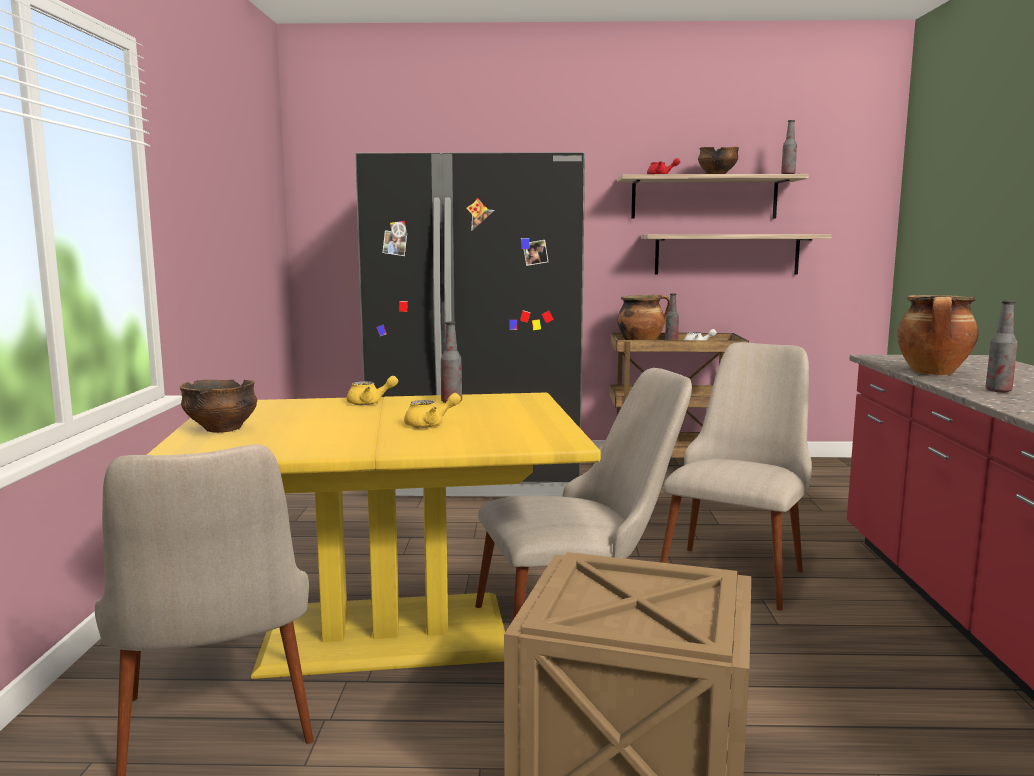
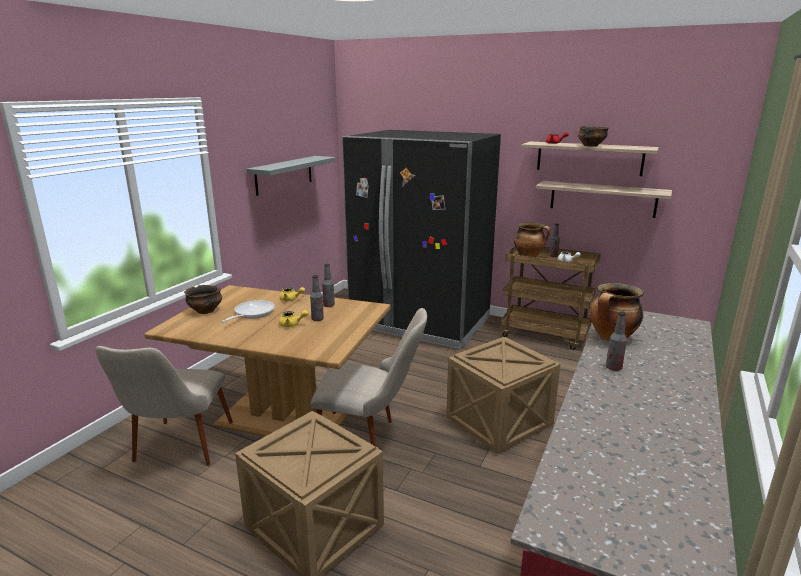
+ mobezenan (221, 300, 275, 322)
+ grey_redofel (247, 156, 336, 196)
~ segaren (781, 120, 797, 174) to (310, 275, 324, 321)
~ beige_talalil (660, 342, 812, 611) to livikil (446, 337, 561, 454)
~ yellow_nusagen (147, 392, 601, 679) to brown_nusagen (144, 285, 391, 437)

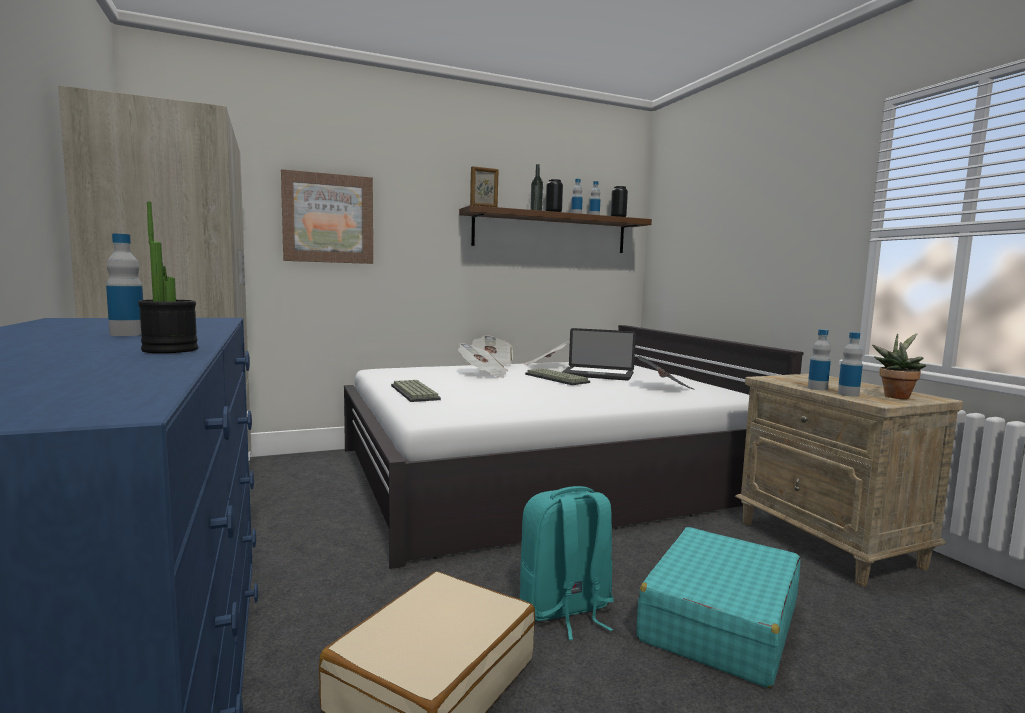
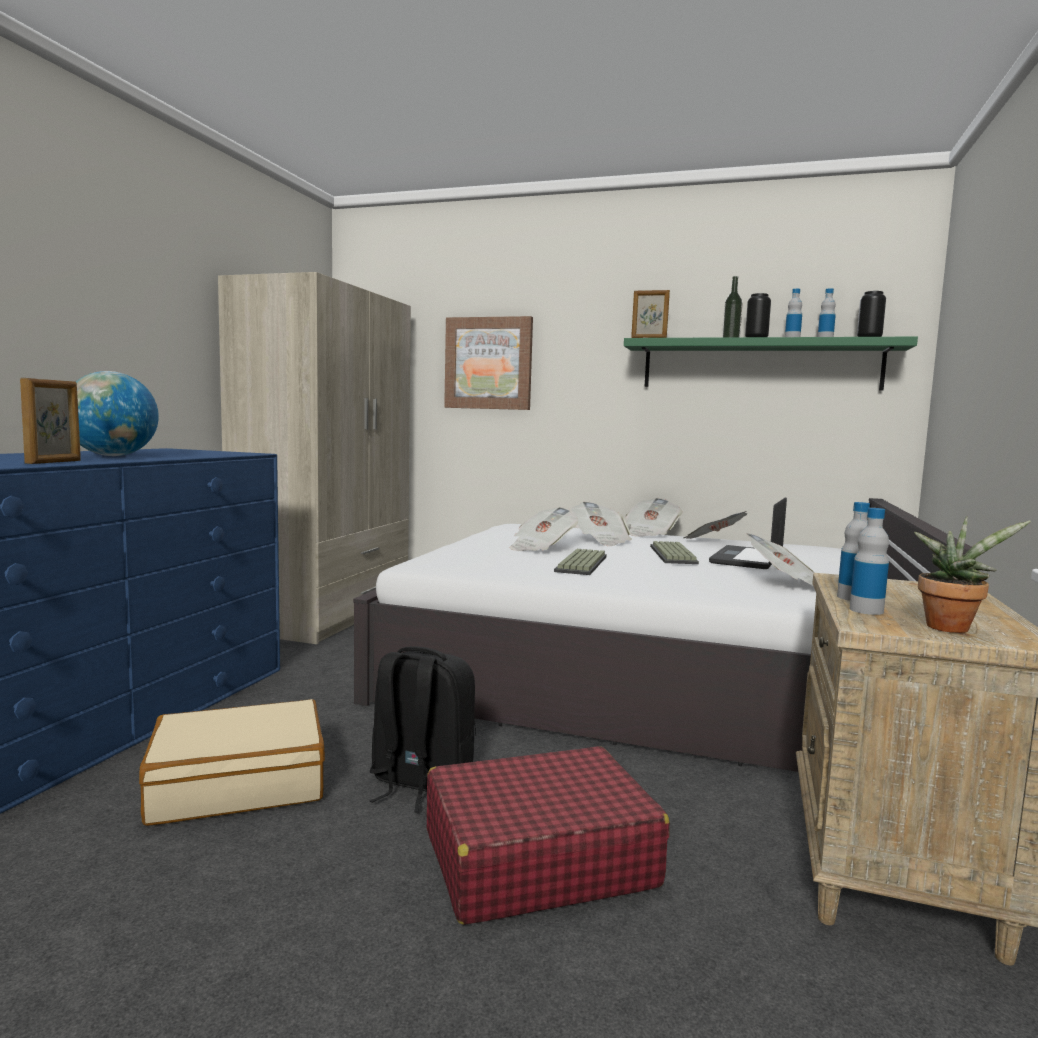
+ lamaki (510, 507, 578, 551)
~ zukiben (391, 380, 441, 402) to (554, 549, 607, 575)
~ segaren (106, 234, 143, 336) to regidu (76, 371, 159, 456)
~ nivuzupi (138, 201, 198, 353) to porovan (20, 378, 81, 464)
~ brown_redofel (459, 205, 652, 253) to green_redofel (624, 337, 918, 390)
~ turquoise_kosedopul (520, 486, 614, 640) to black_kosedopul (369, 646, 476, 812)
~ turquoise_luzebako (637, 527, 800, 688) to red_luzebako (427, 746, 670, 925)
~ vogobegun (562, 328, 636, 380) = (709, 497, 787, 569) 60 degrees clockwise

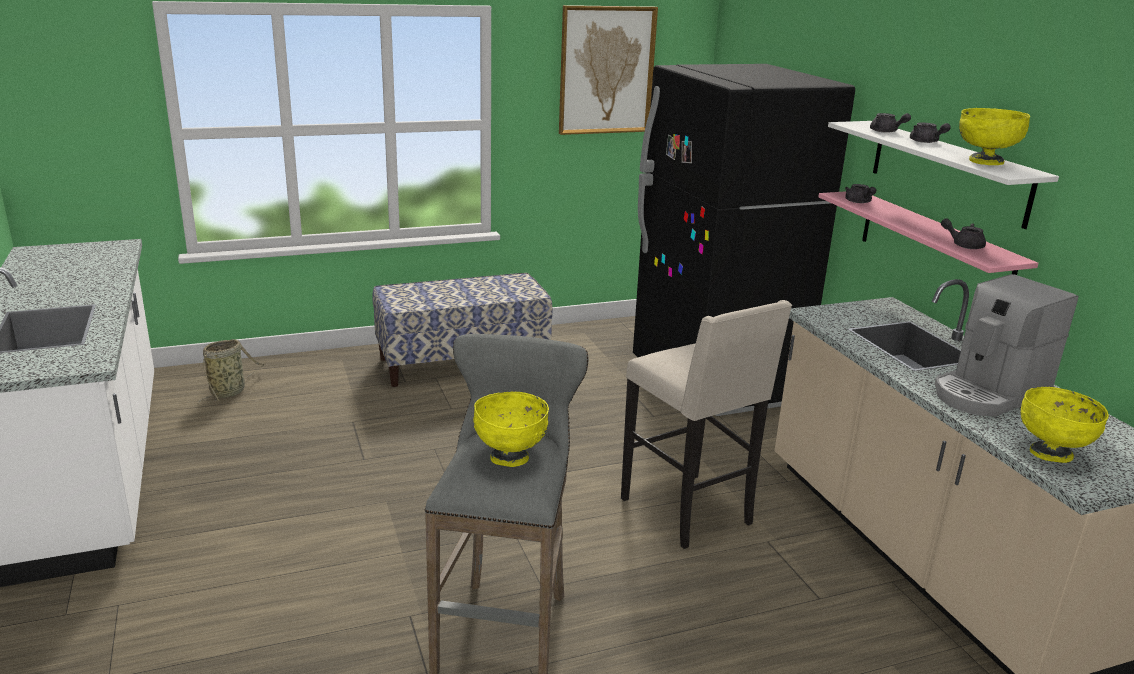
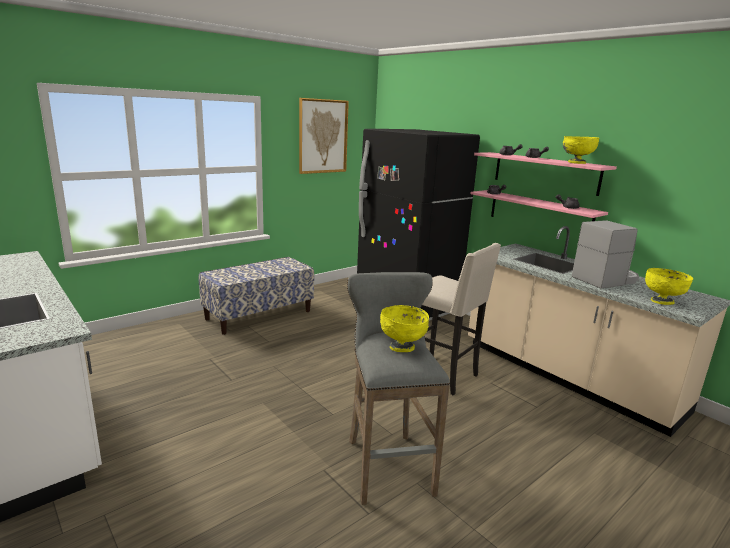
- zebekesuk (198, 339, 265, 404)
~ white_redofel (828, 121, 1059, 229) to pink_redofel (474, 152, 617, 196)
~ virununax (935, 274, 1078, 417) = (572, 220, 639, 288) 150 degrees counterclockwise

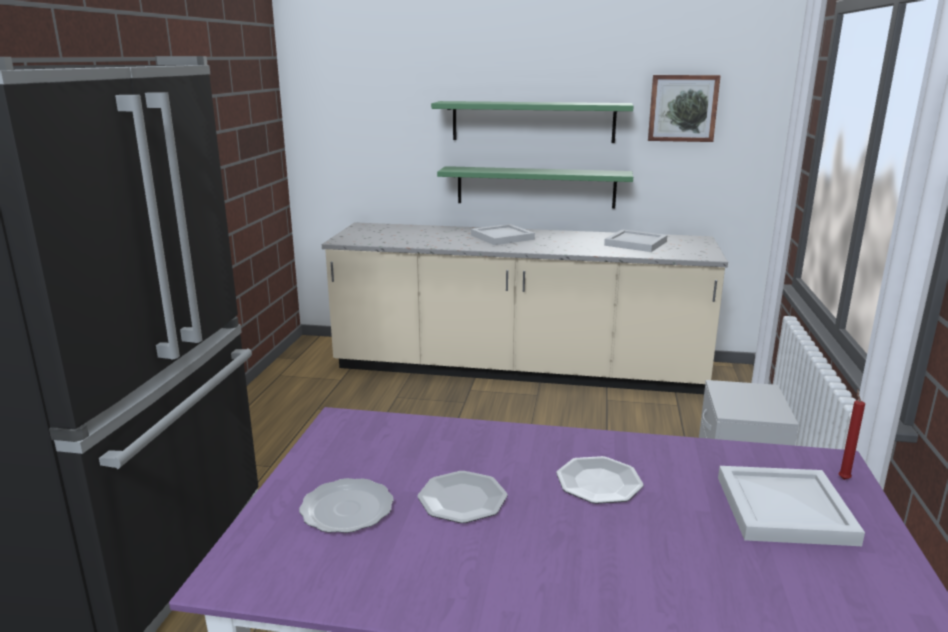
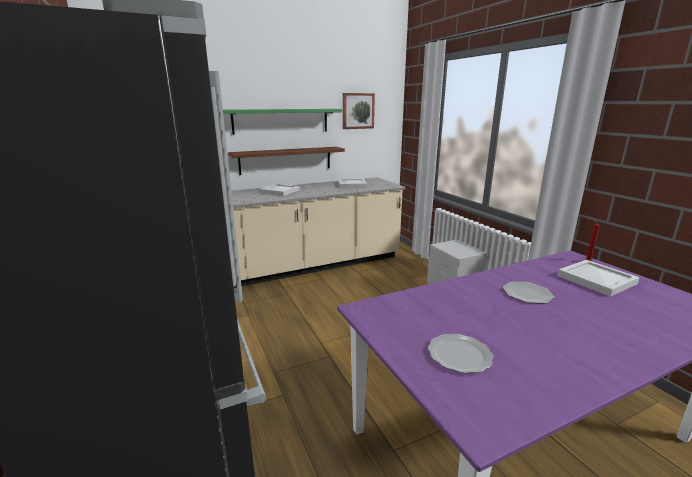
- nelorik (418, 471, 508, 523)
~ green_redofel (437, 166, 633, 208) to brown_redofel (228, 147, 345, 175)

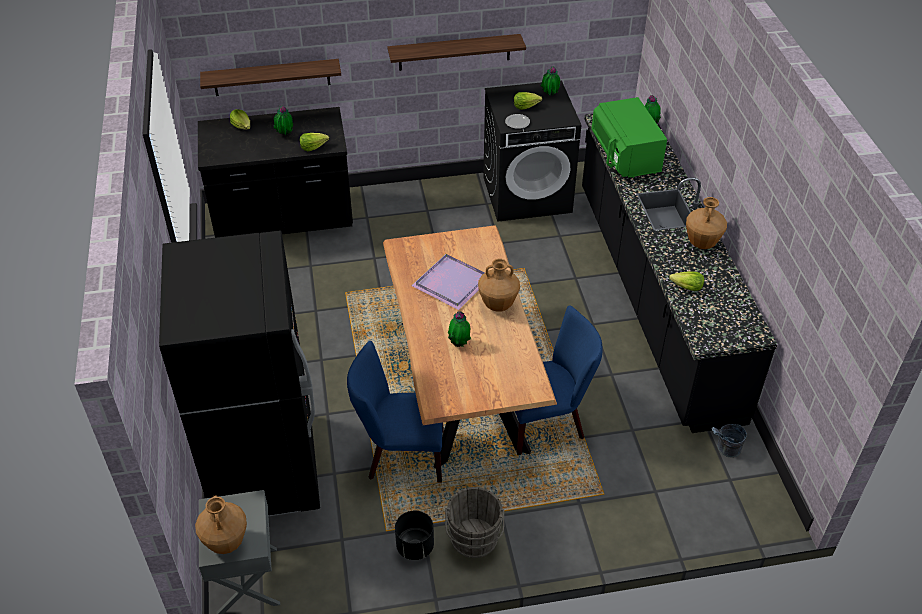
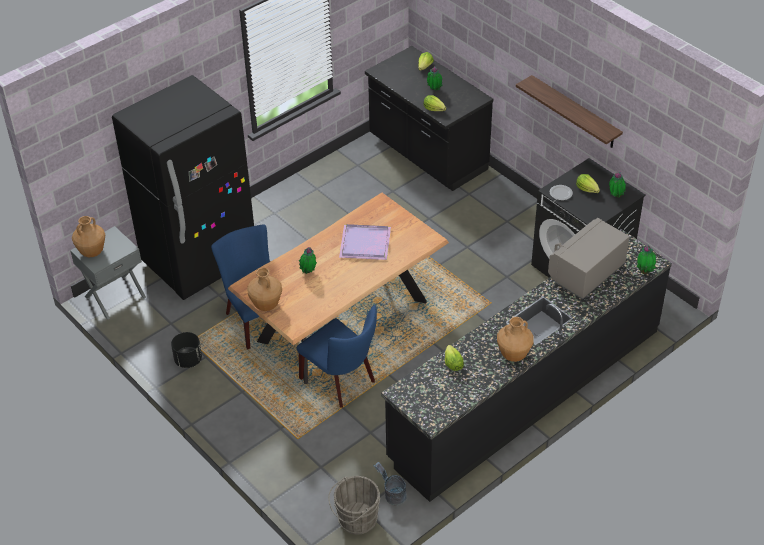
- redofel (200, 59, 341, 96)
~ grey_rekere (445, 487, 504, 558) to (328, 476, 381, 535)
~ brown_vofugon (478, 259, 520, 312) to (247, 268, 282, 311)
~ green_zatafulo (591, 97, 667, 178) to grey_zatafulo (548, 218, 630, 300)

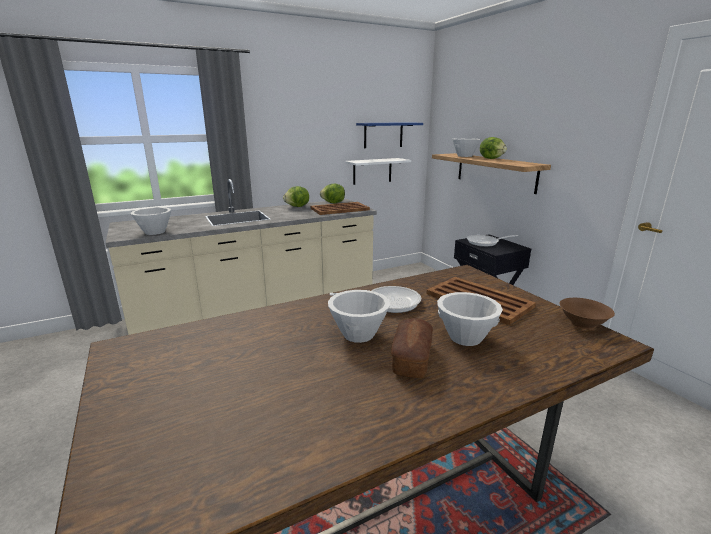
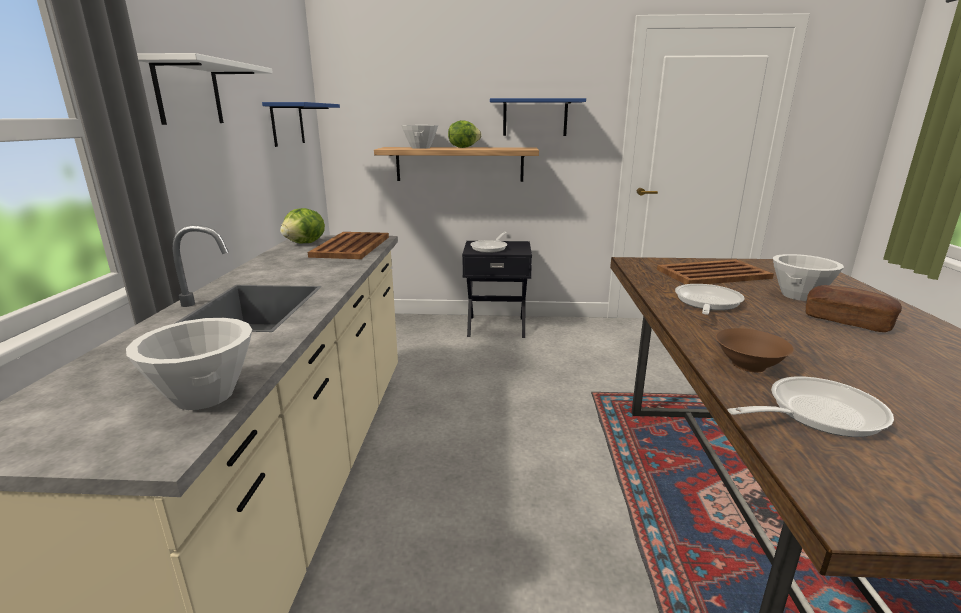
- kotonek (283, 186, 309, 207)
- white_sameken (328, 290, 390, 343)
+ blue_redofel (490, 98, 586, 136)
+ mobezenan (728, 376, 894, 437)
~ white_redofel (345, 158, 411, 185) to (137, 53, 273, 125)
~ brown_sameken (559, 298, 615, 329) to (716, 328, 794, 372)

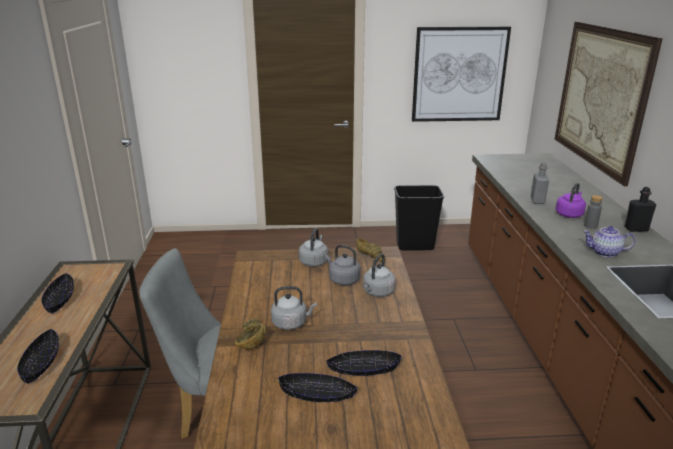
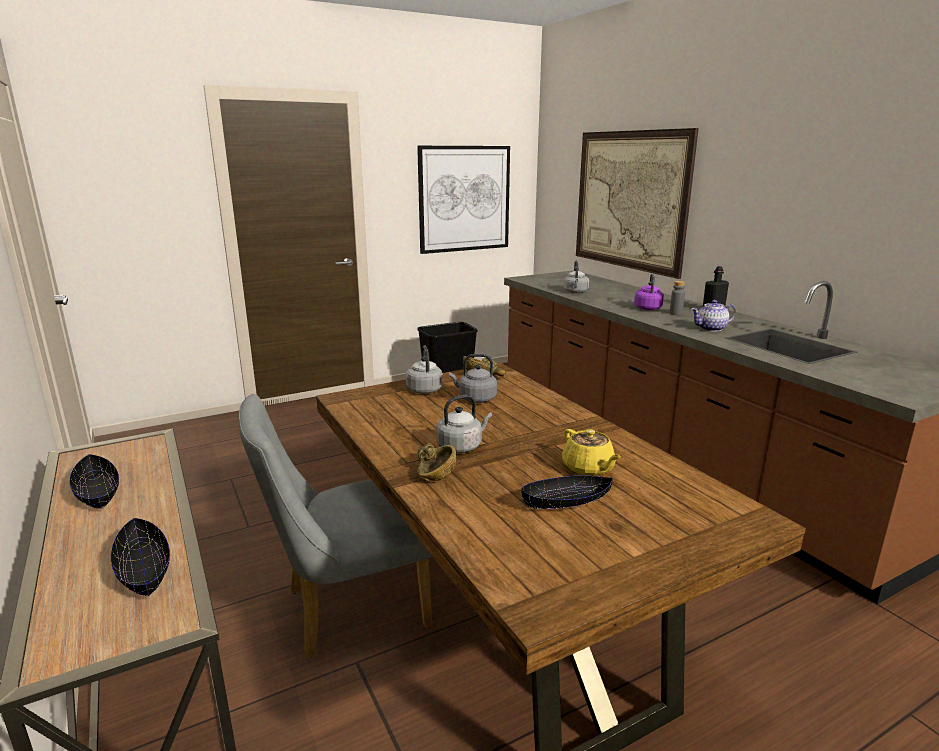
- grey_segaren (530, 162, 549, 204)
~ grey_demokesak (363, 254, 396, 297) to (564, 260, 589, 293)
~ black_sameken (326, 350, 402, 376) to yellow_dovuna (562, 429, 621, 476)

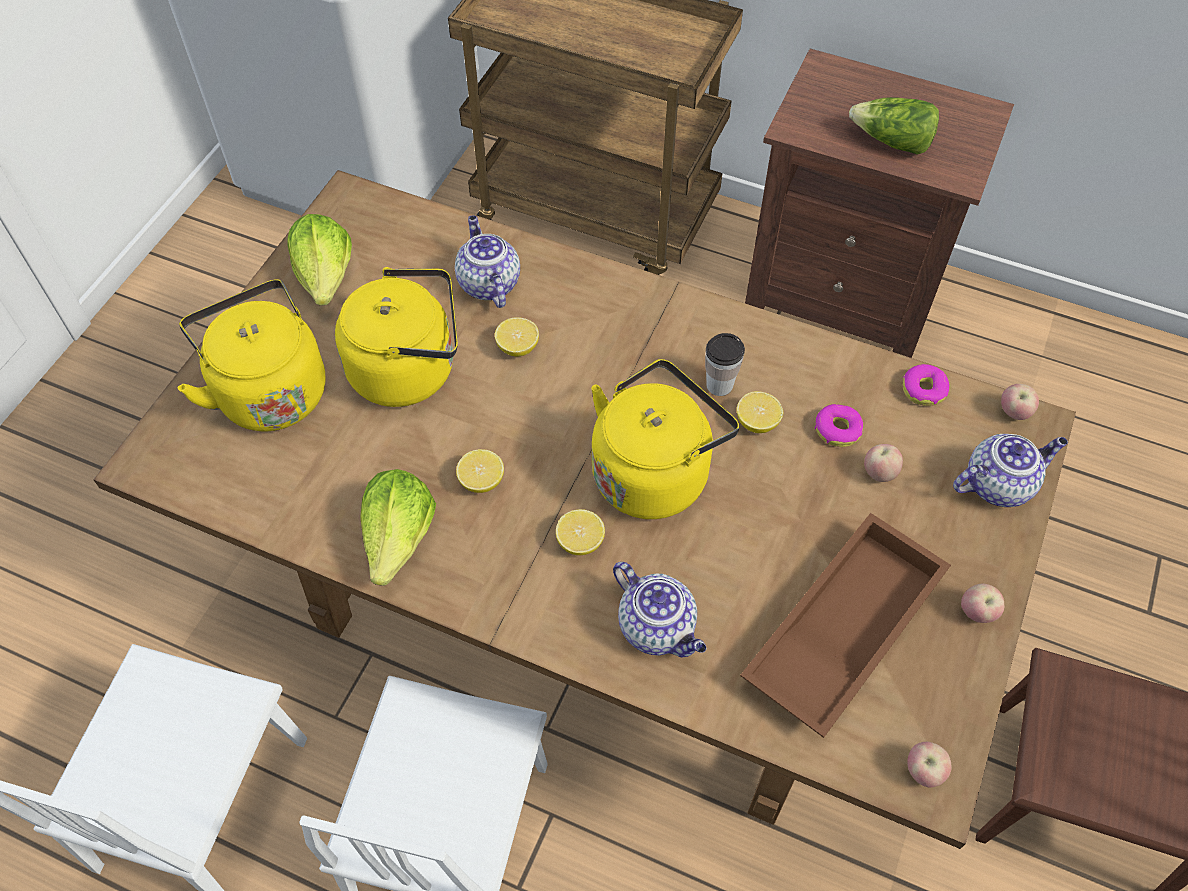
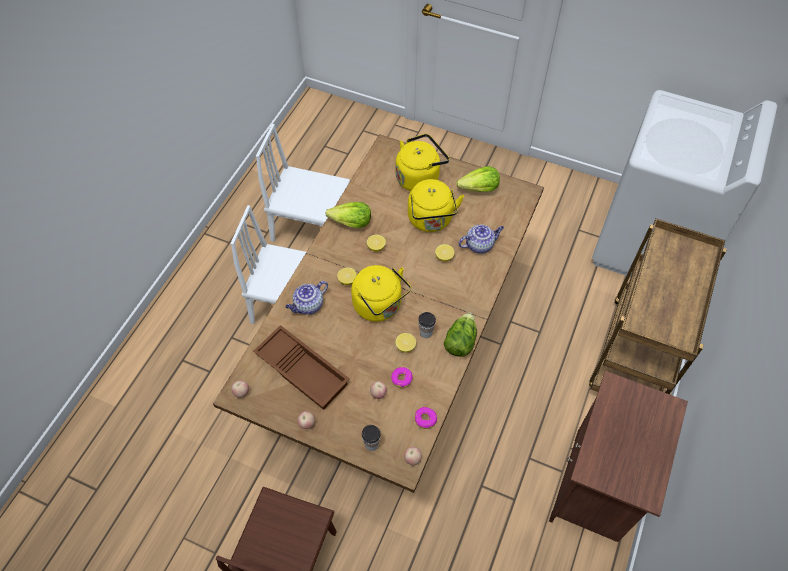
~ kotonek (849, 97, 939, 155) to (444, 312, 477, 357)
~ dovuna (953, 434, 1068, 507) to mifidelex (362, 425, 381, 451)

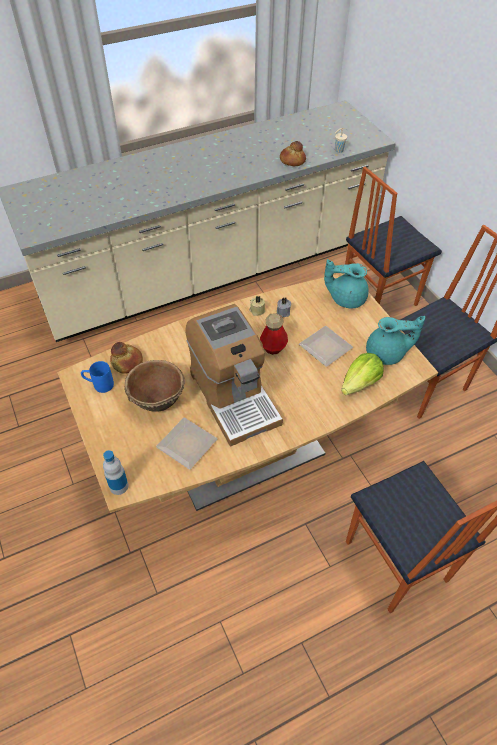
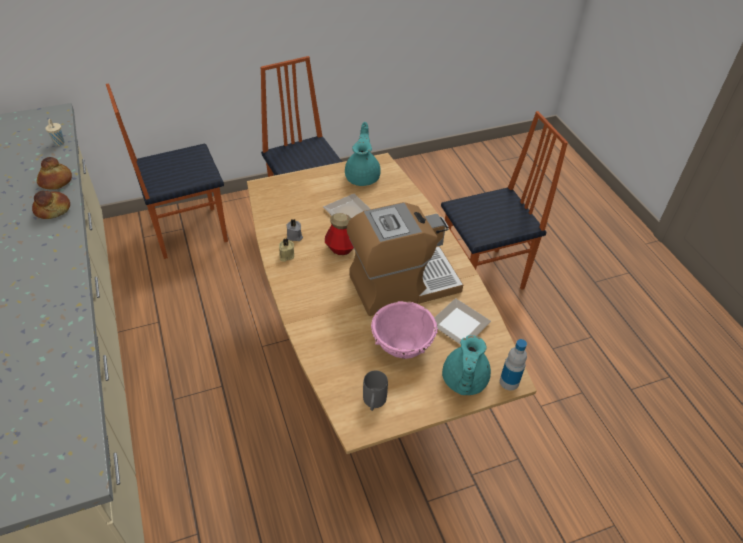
- kotonek (341, 353, 384, 395)
~ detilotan (110, 342, 143, 374) to (32, 191, 70, 219)
~ turquoise_dovuna (324, 259, 369, 308) to (442, 335, 491, 395)
~ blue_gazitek (81, 361, 114, 393) to grey_gazitek (363, 370, 388, 411)
~ brown_sameken (124, 360, 185, 412) to pink_sameken (371, 301, 438, 359)
~ talalil (345, 167, 442, 306) = (106, 84, 228, 259) 90 degrees clockwise

